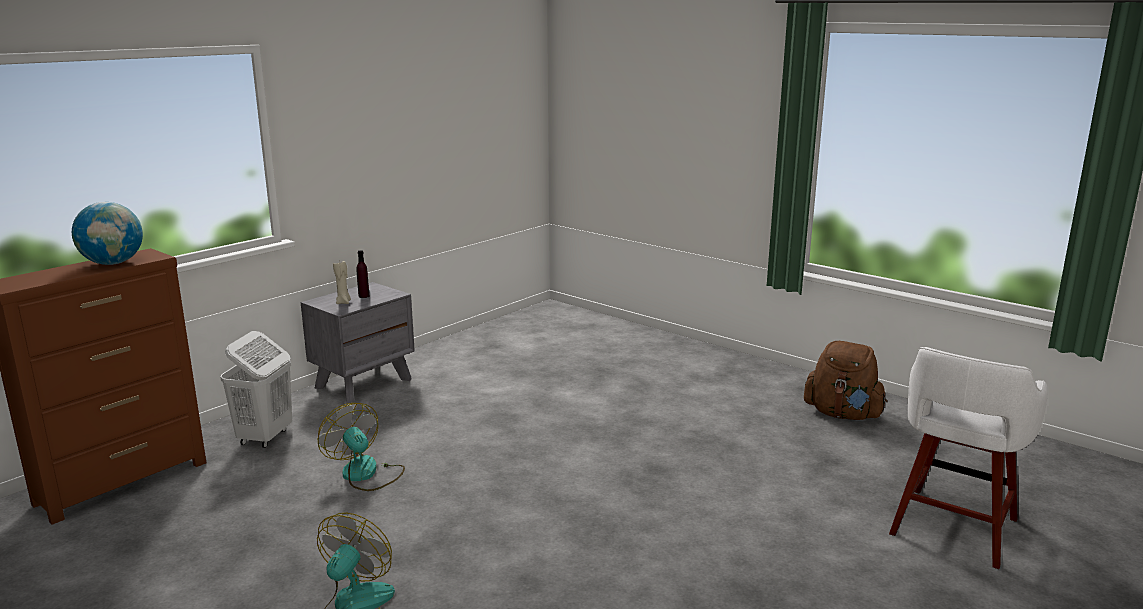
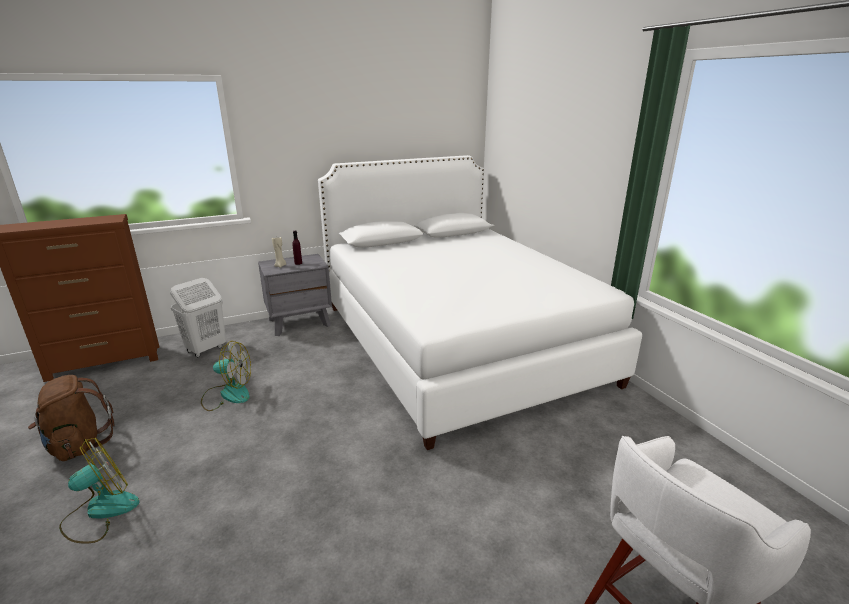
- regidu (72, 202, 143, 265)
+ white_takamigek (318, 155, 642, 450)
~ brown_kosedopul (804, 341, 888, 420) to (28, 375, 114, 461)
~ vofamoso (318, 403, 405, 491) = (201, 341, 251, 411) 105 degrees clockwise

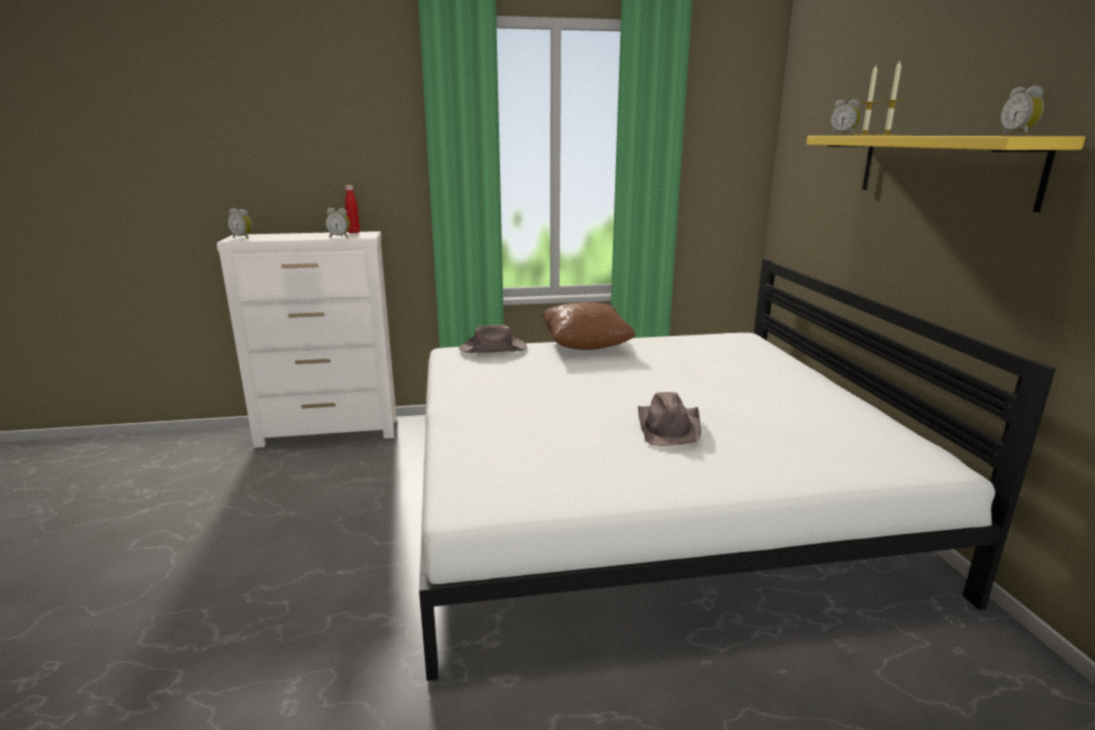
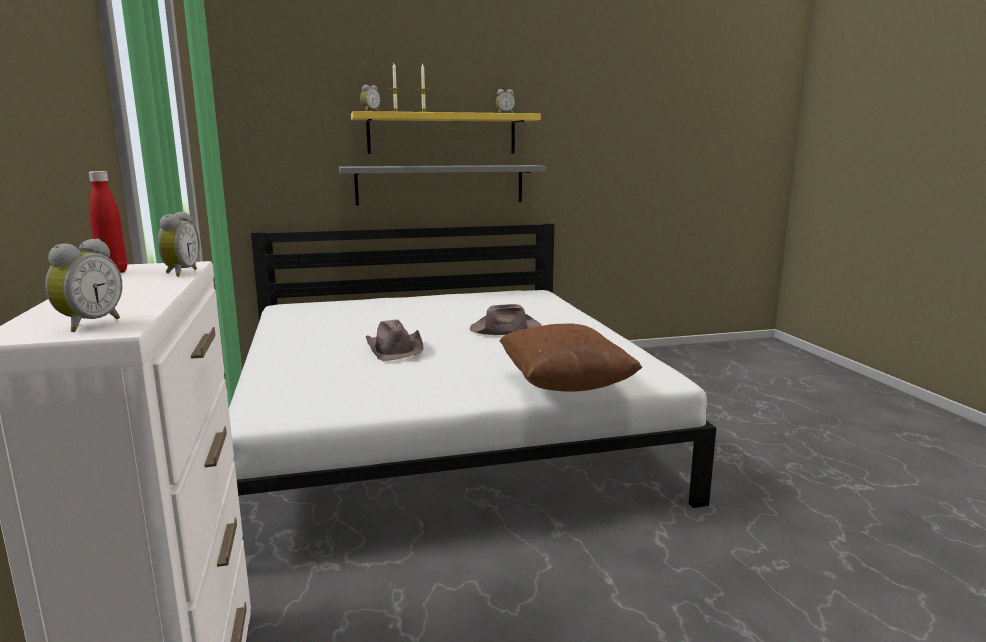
+ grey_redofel (339, 165, 546, 205)
~ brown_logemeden (459, 325, 527, 353) to (366, 319, 424, 361)
~ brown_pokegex (542, 302, 635, 350) to (500, 323, 642, 392)

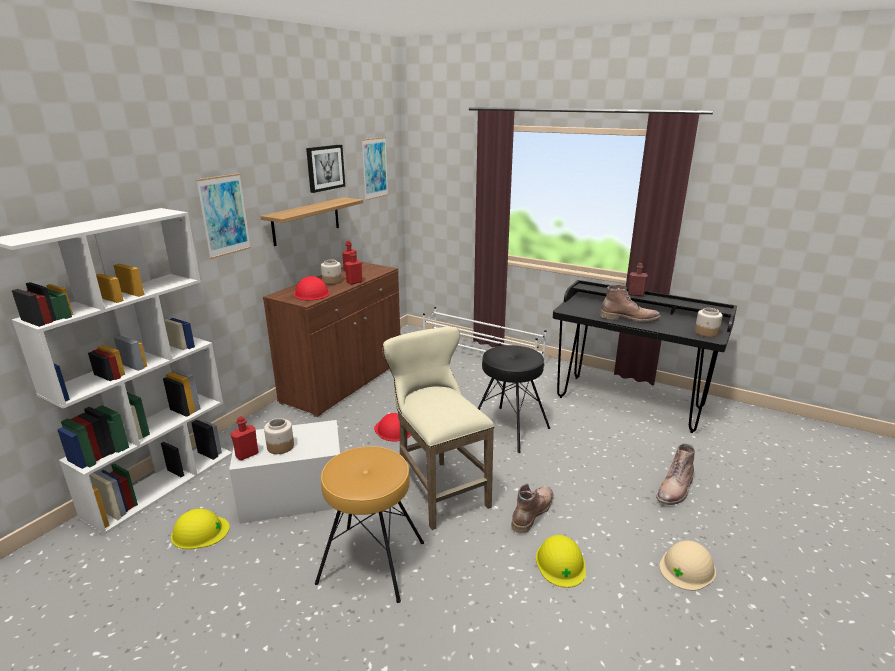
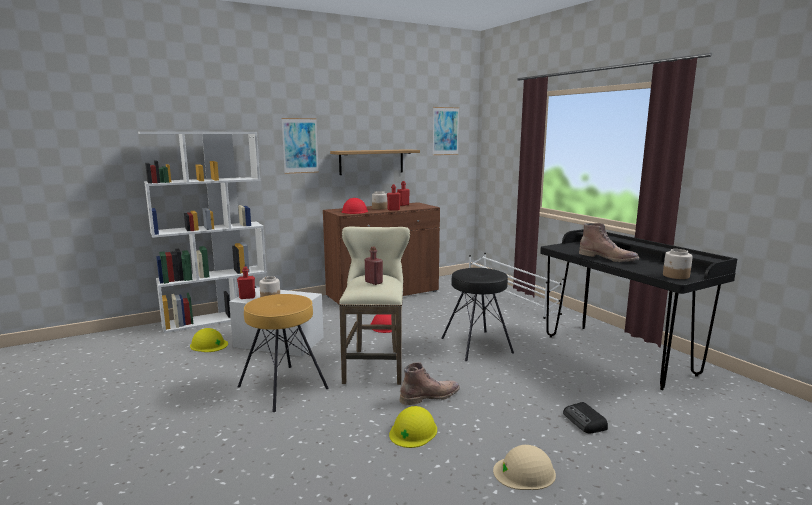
- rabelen (306, 145, 345, 193)
~ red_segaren (628, 263, 648, 296) to (365, 247, 383, 285)
~ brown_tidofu (656, 443, 695, 505) to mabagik (563, 402, 608, 433)

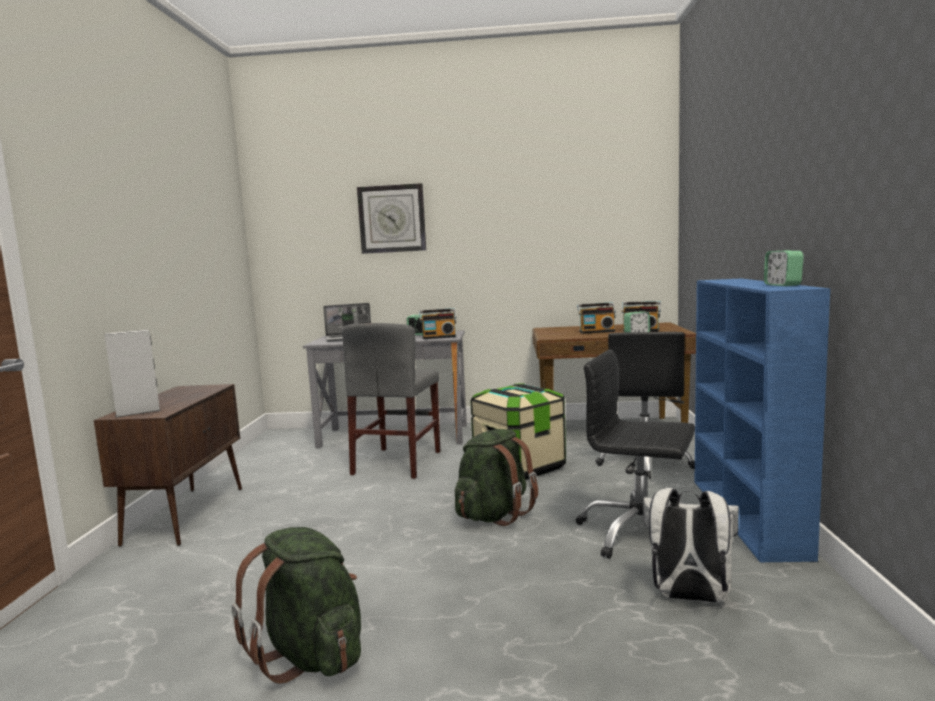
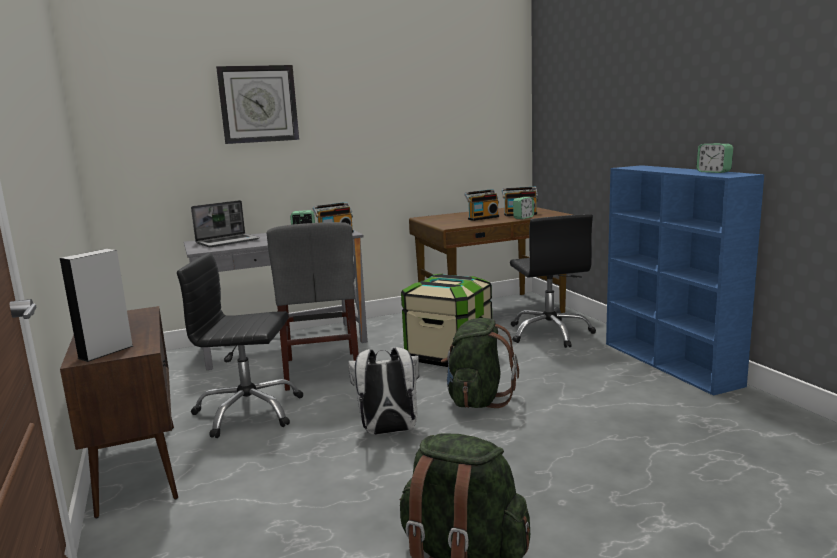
~ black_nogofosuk (576, 349, 695, 559) to (177, 253, 303, 438)
~ white_kosedopul (642, 488, 739, 603) to (348, 347, 419, 435)

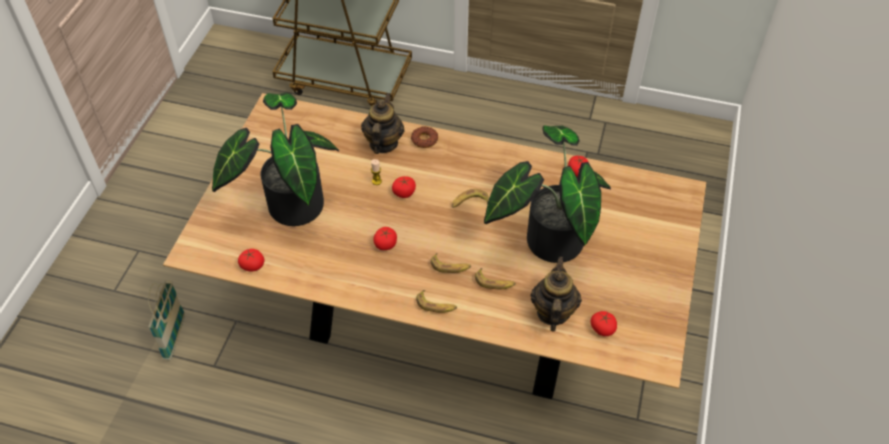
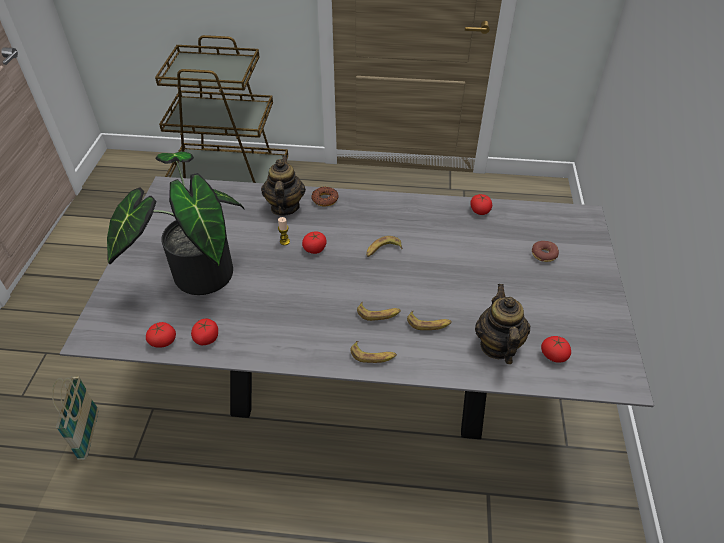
- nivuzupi (484, 125, 611, 263)
+ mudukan (532, 241, 559, 262)
~ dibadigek (373, 227, 397, 250) to (191, 318, 218, 345)
~ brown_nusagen (163, 93, 707, 399) to grey_nusagen (59, 176, 654, 439)

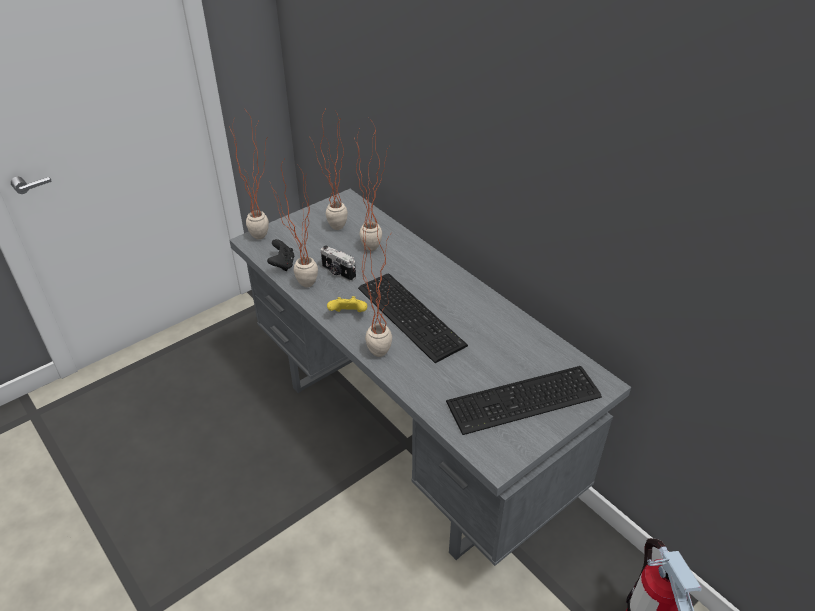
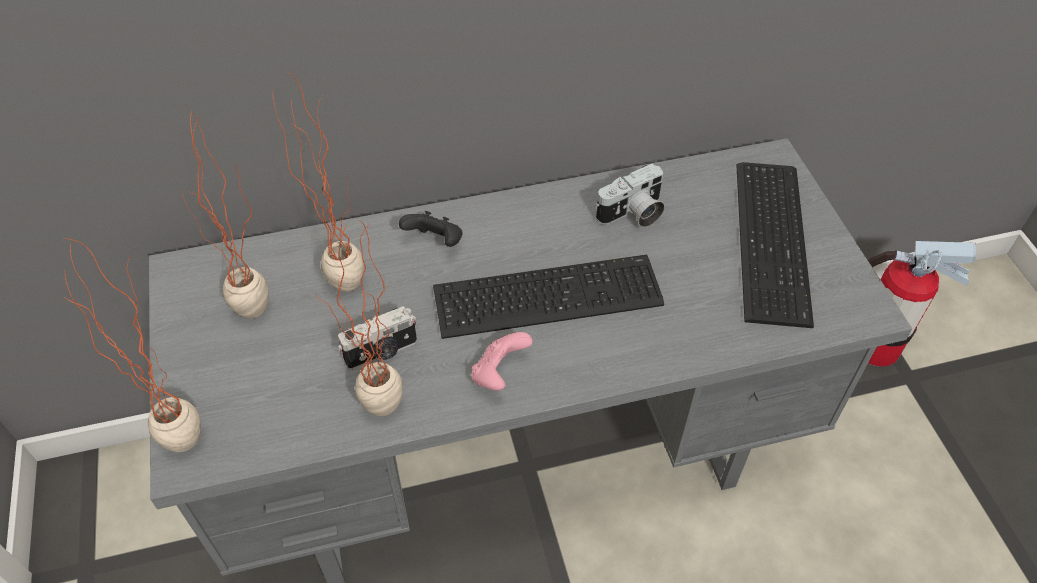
- nivuzupi (362, 216, 392, 357)
+ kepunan (596, 163, 665, 227)
~ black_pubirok (267, 239, 295, 271) to (399, 211, 462, 247)
~ yellow_pubirok (327, 296, 367, 312) to pink_pubirok (471, 332, 533, 391)

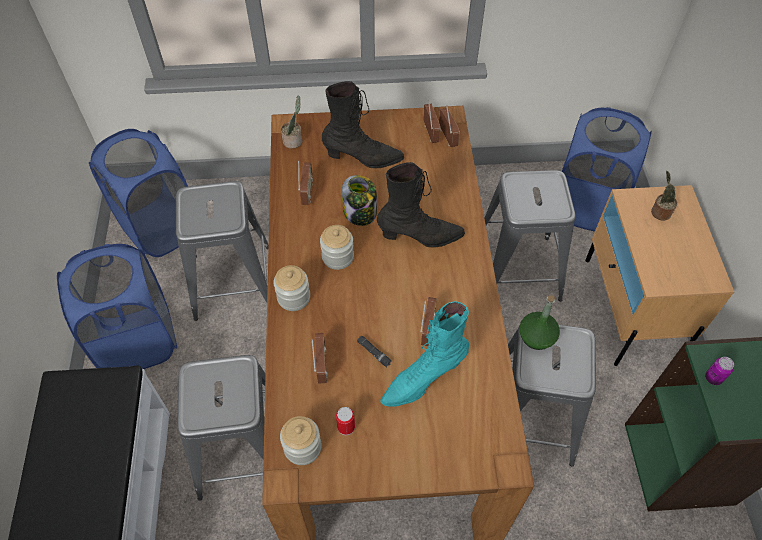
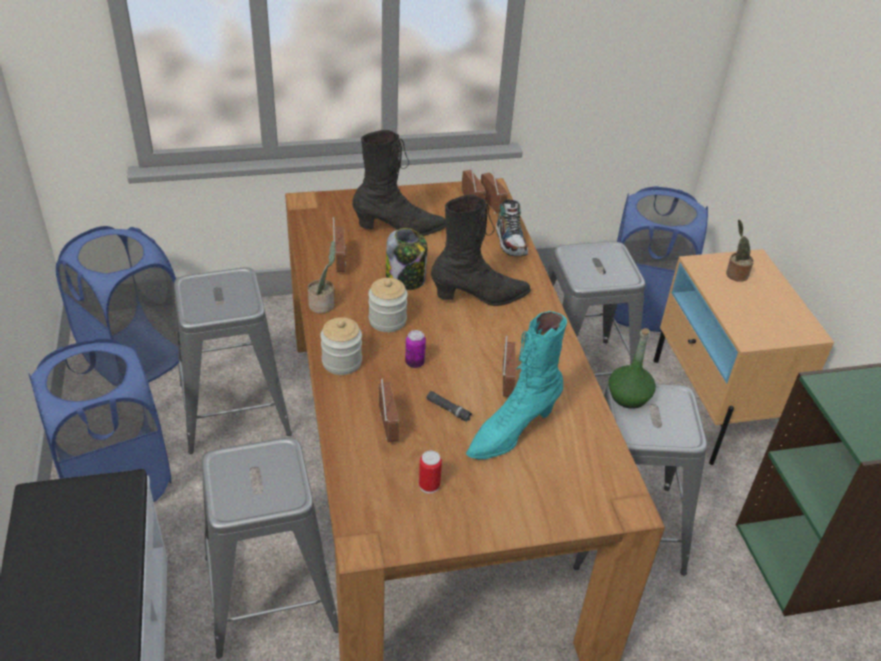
- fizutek (280, 416, 322, 465)
+ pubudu (496, 199, 528, 256)
~ nivuzupi (281, 95, 302, 149) to (307, 241, 336, 314)
~ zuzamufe (705, 357, 734, 385) to (405, 330, 426, 368)

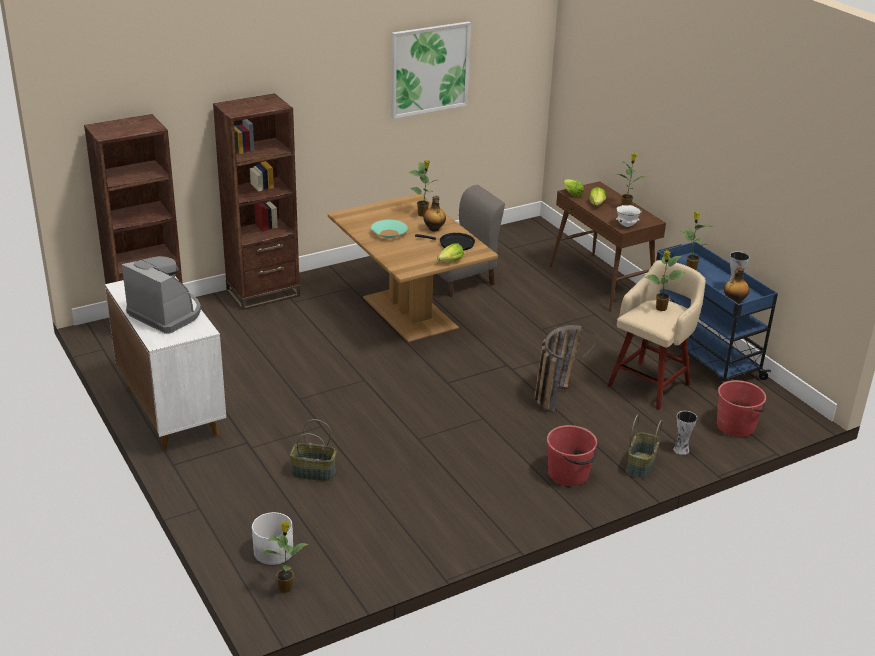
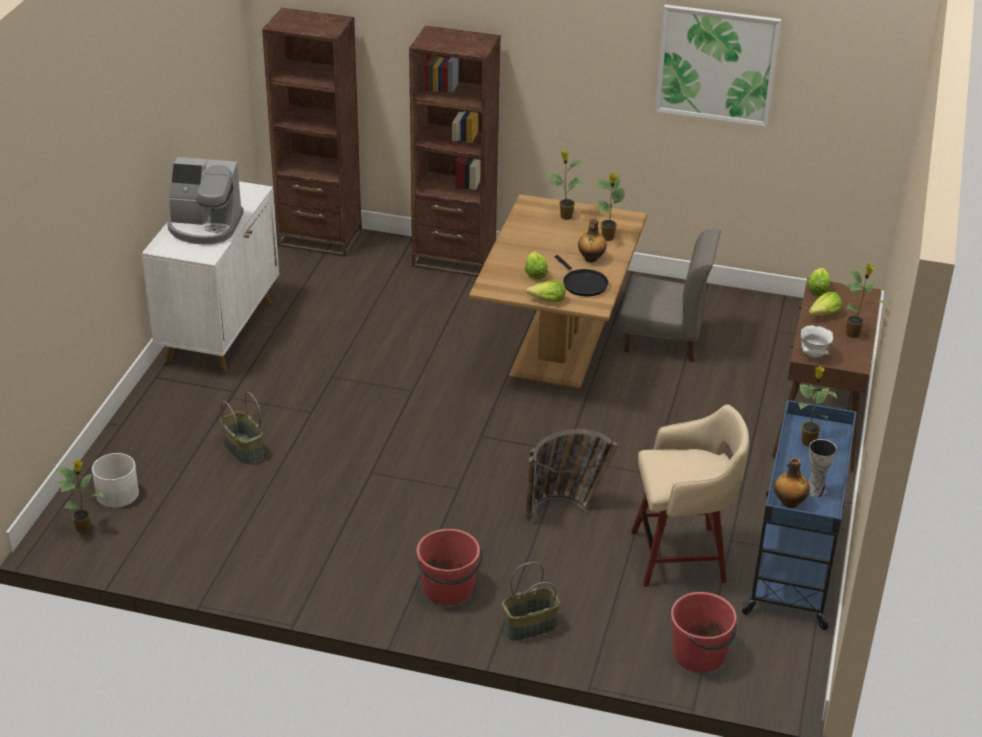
- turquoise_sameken (371, 220, 408, 238)
- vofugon (673, 411, 697, 455)
+ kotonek (525, 251, 548, 279)
~ nivuzupi (645, 251, 686, 311) to (547, 150, 585, 220)
~ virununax (122, 256, 201, 334) = (167, 157, 244, 244) 105 degrees clockwise

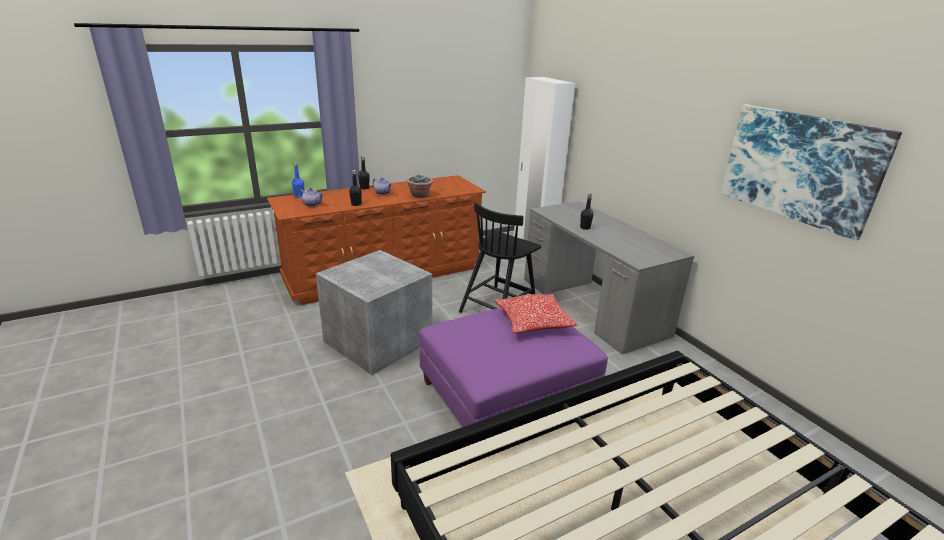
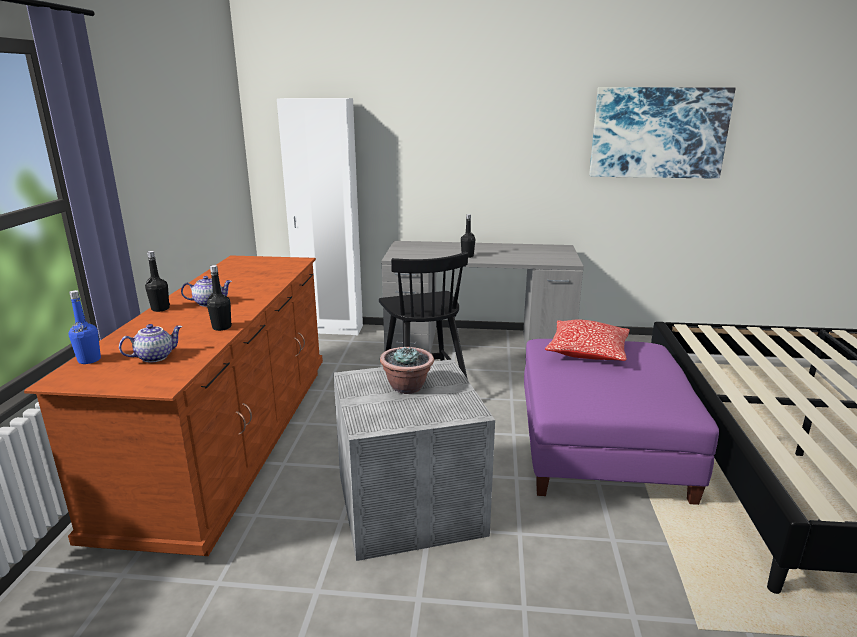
~ nivuzupi (406, 175, 433, 198) to (380, 346, 434, 394)

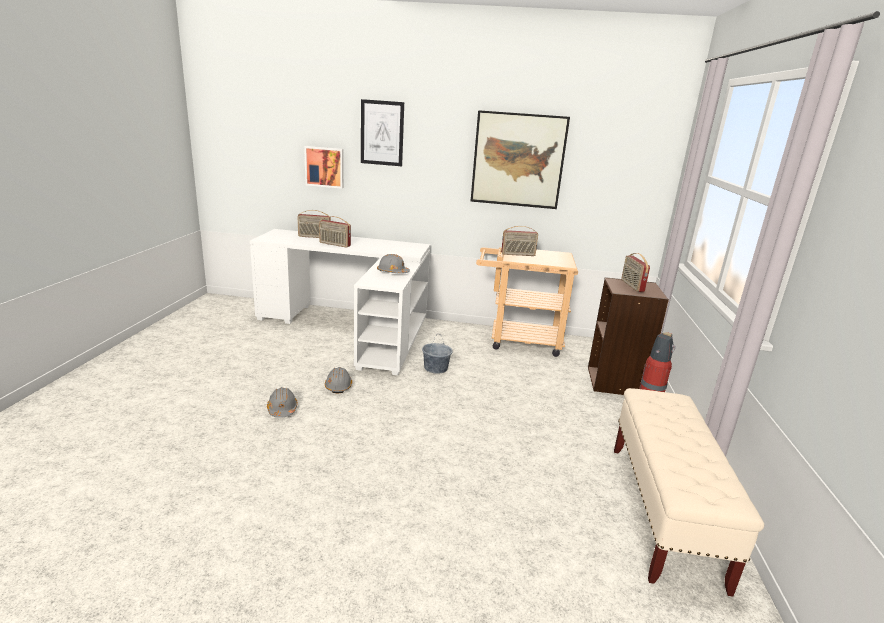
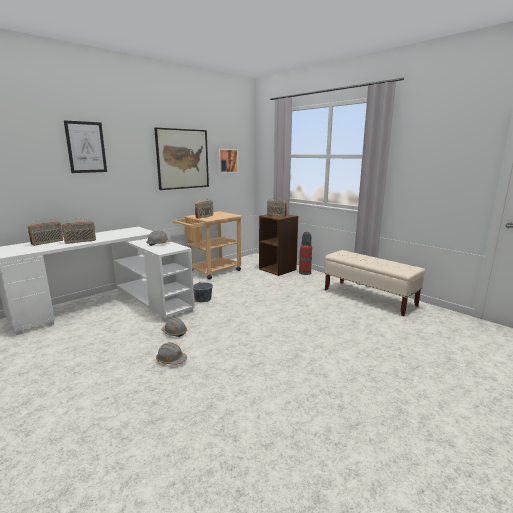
~ rabelen (304, 146, 344, 189) to (217, 149, 238, 174)

